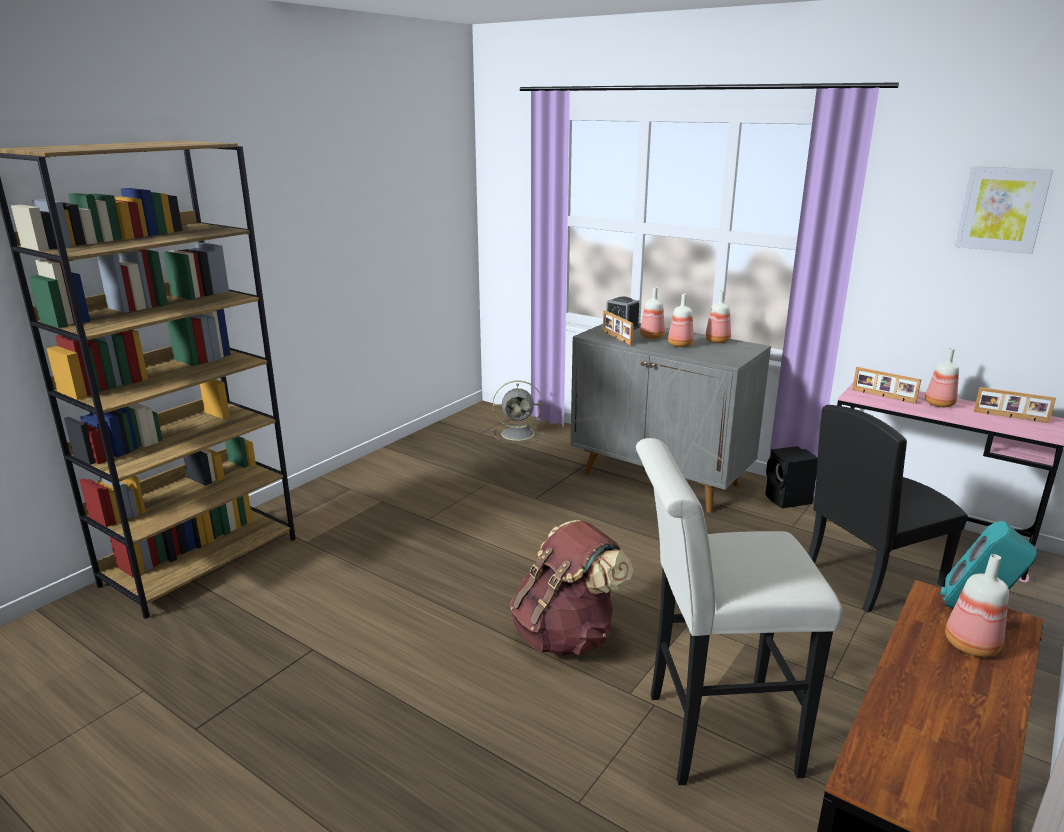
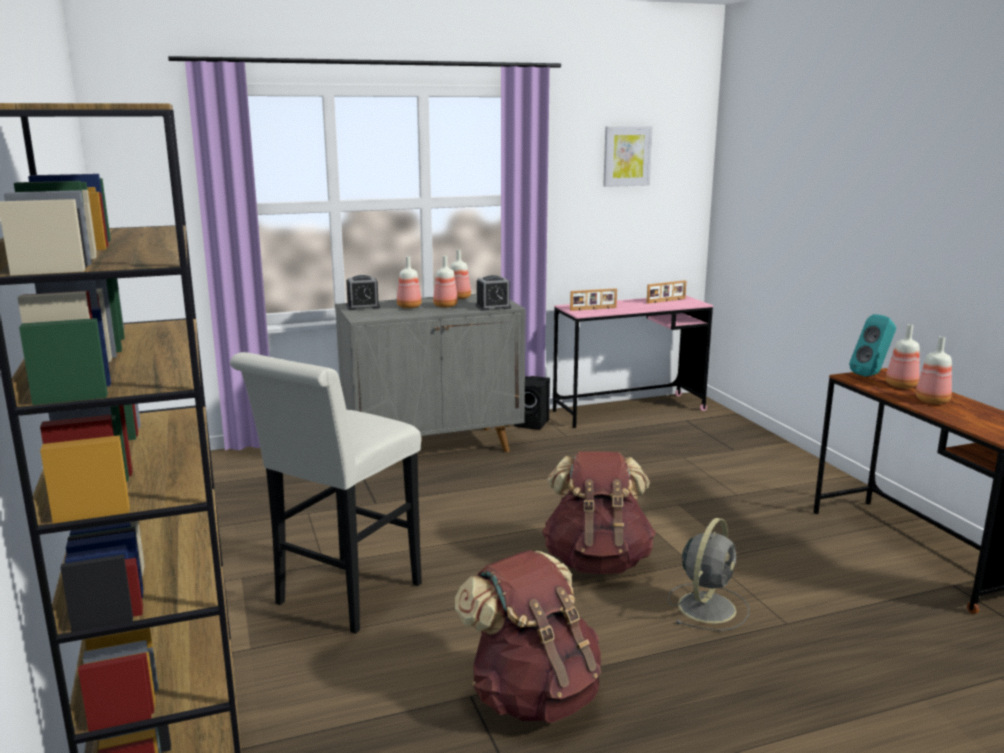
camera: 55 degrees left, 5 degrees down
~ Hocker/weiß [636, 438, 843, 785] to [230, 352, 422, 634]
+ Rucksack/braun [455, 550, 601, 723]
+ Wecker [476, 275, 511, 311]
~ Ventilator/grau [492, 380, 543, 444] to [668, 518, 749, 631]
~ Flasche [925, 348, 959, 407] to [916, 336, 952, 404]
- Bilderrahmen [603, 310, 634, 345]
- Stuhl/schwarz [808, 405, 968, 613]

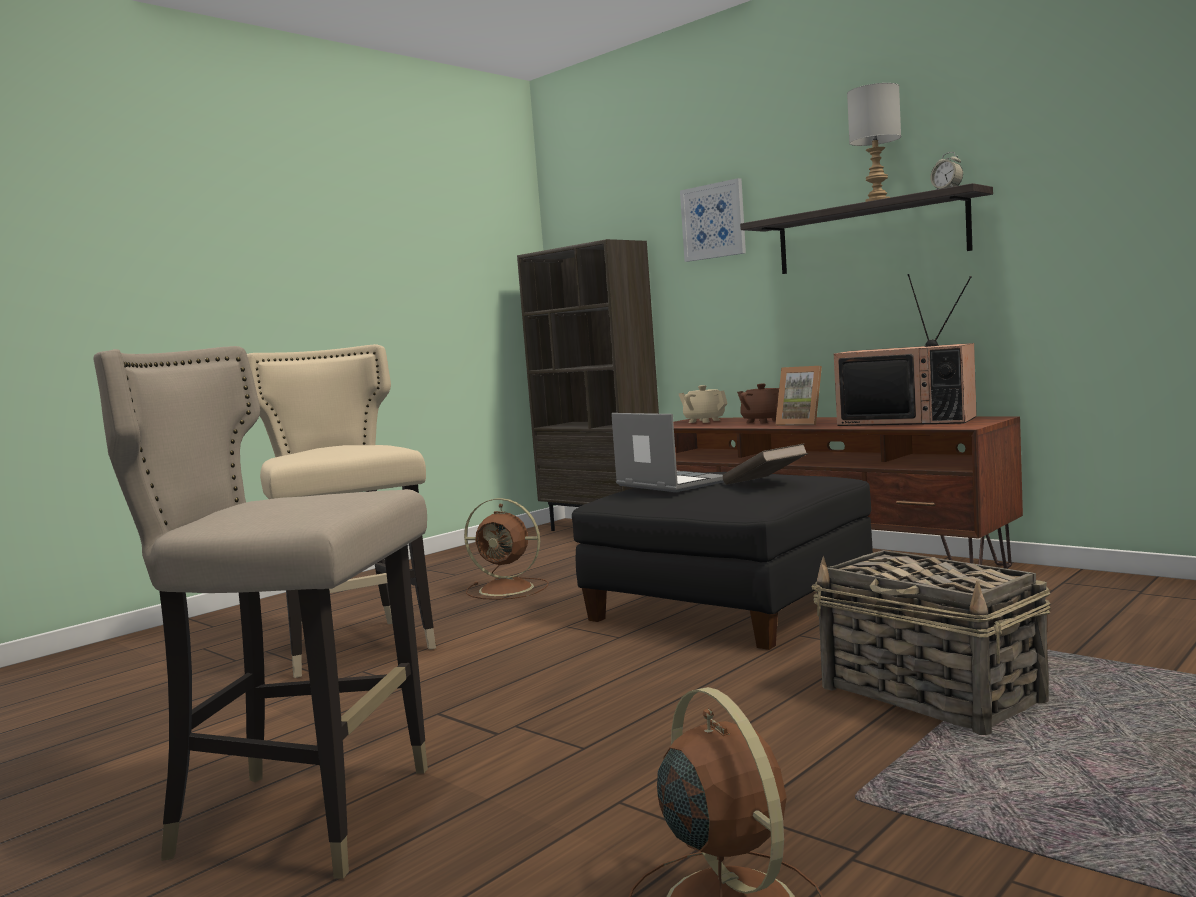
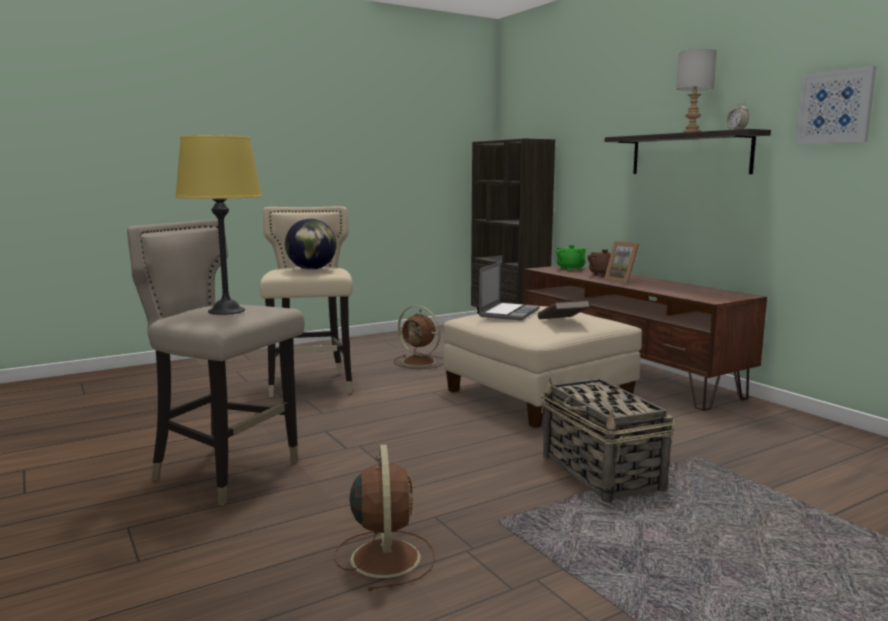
camera: 15 degrees right, 5 degrees up
+ Tischlampe/gelb [175, 135, 262, 315]
+ Globus [285, 218, 337, 270]
~ Polsterhocker/schwarz [572, 472, 873, 650] to Polsterhocker/beige [443, 306, 642, 428]
~ Laptop [611, 413, 724, 492] = [479, 261, 540, 321] 45 degrees clockwise
~ Teekanne/beige [678, 385, 728, 423] to Teekanne/grün [557, 245, 586, 271]
~ Bild [680, 178, 746, 262] to [795, 66, 876, 145]
- Fernseher [834, 274, 977, 426]

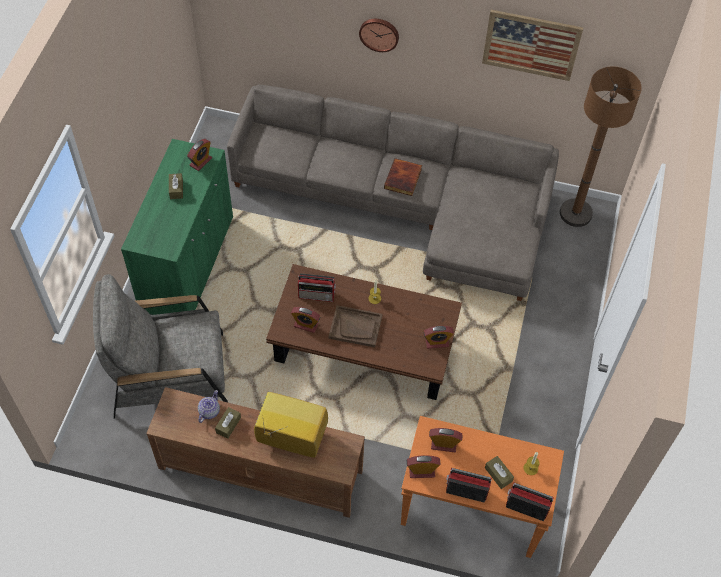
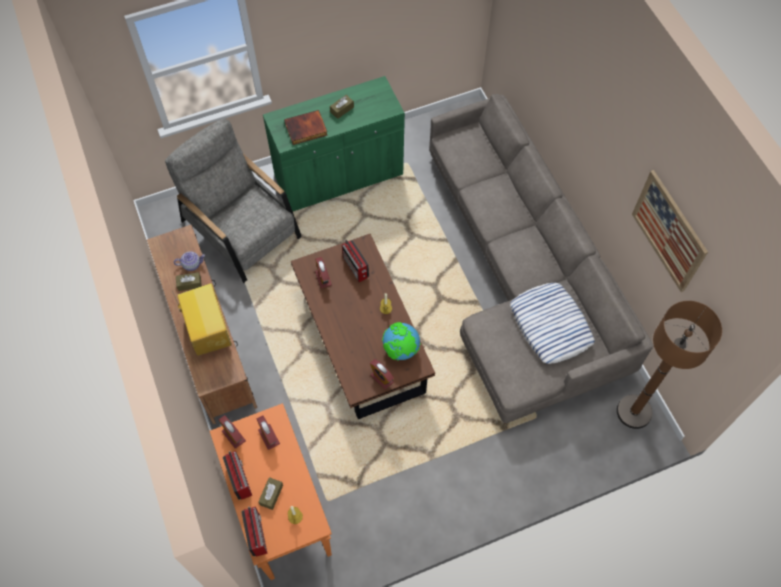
camera: 55 degrees right, 5 degrees up
~ Buch [384, 158, 422, 196] to [284, 110, 328, 145]
+ Globus [382, 322, 421, 361]
+ Kissen [510, 283, 595, 364]
- Wecker [187, 139, 212, 171]
- Tablett/braun [329, 305, 382, 348]
- Wanduhr [359, 19, 399, 52]

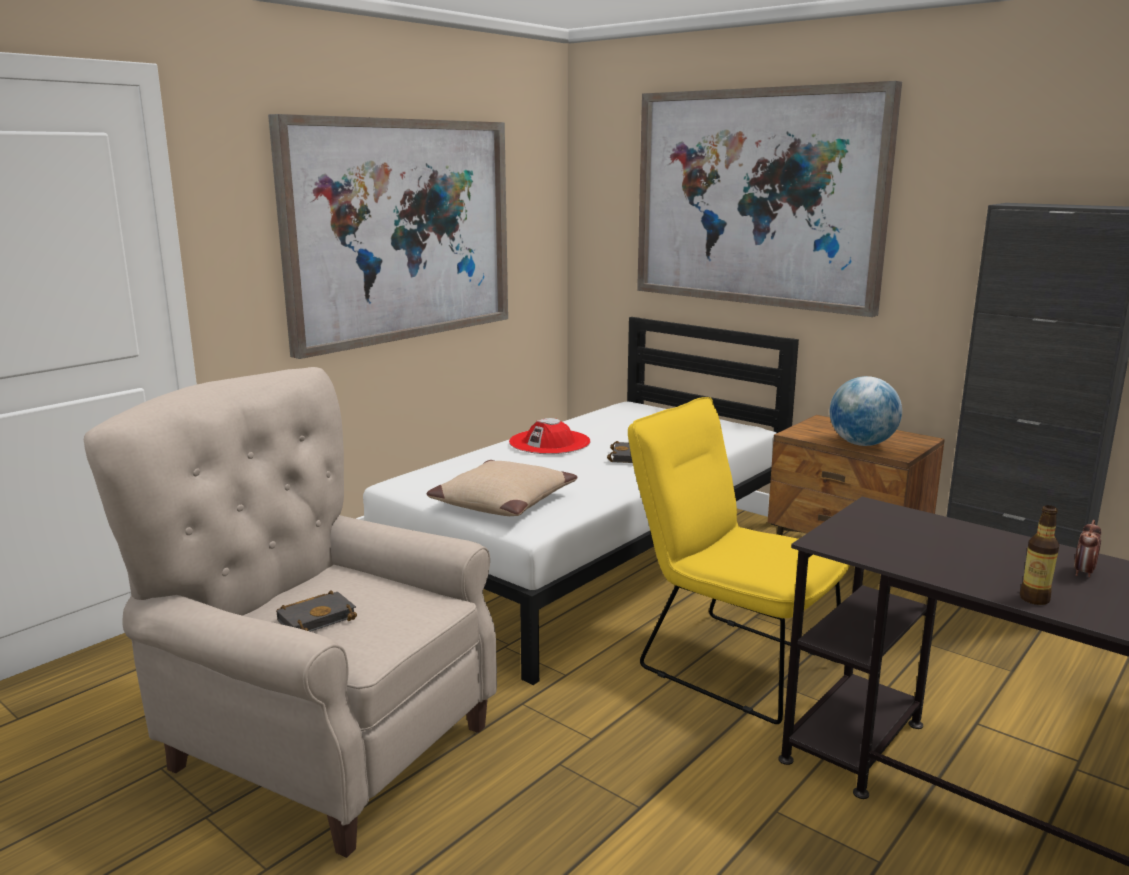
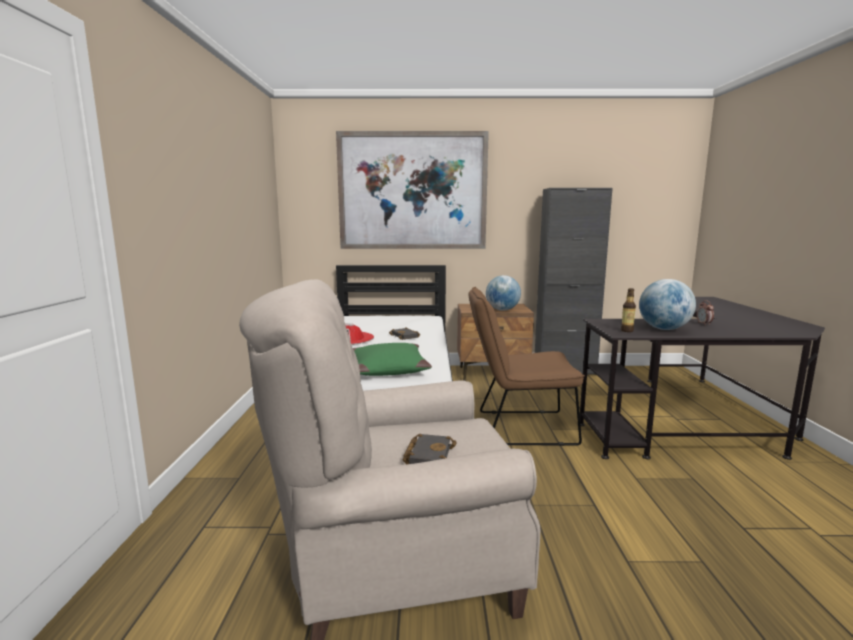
camera: 40 degrees left, 5 degrees down
~ Kissen/beige [427, 460, 578, 516] to Kissen/grün [353, 343, 432, 376]
~ Stuhl/gelb [628, 397, 850, 724] to Stuhl/braun [468, 287, 585, 446]
~ Flasche [1020, 505, 1059, 605] to [621, 288, 636, 332]
+ Globus [639, 279, 696, 330]
- Bild [268, 114, 508, 359]

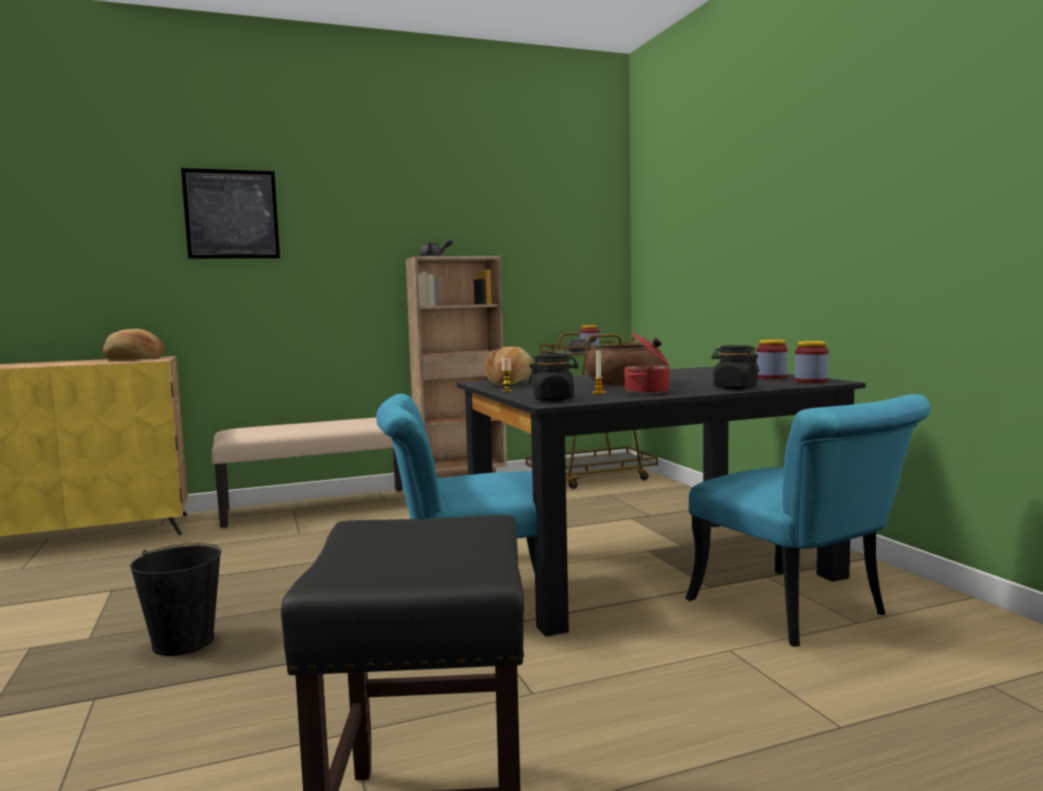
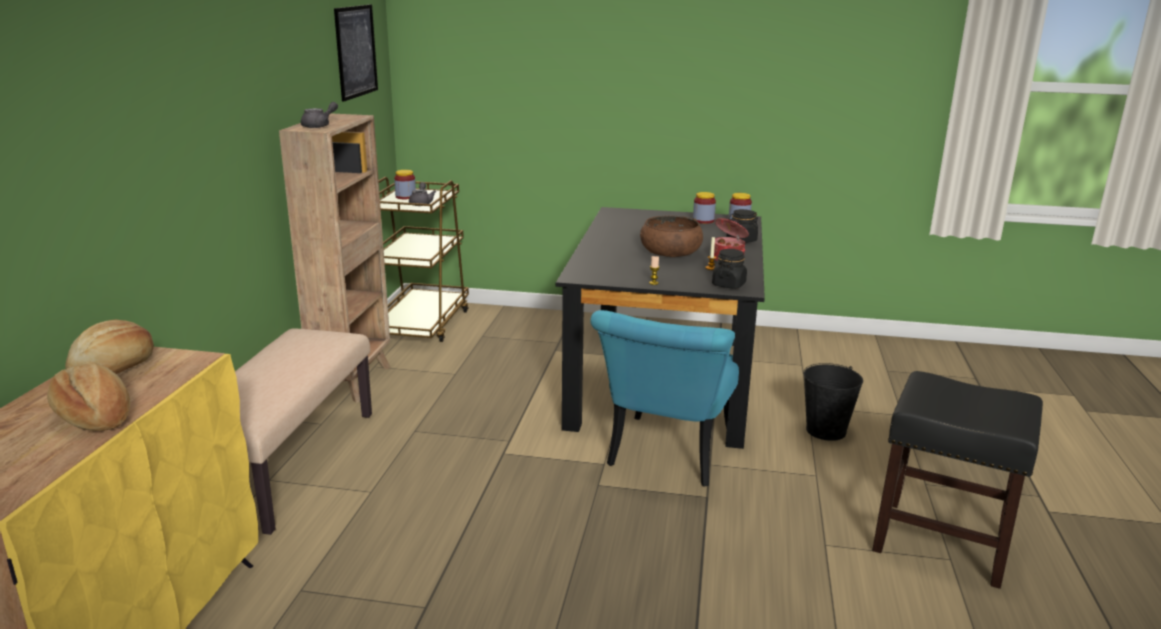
camera: 60 degrees left, 15 degrees up
~ Brot [485, 347, 533, 387] to [47, 362, 131, 431]
~ Bild [181, 168, 280, 259] to [334, 4, 378, 102]
~ Eimer/schwarz [130, 543, 222, 656] to [803, 363, 863, 441]
- Stuhl/türkis [685, 394, 931, 647]

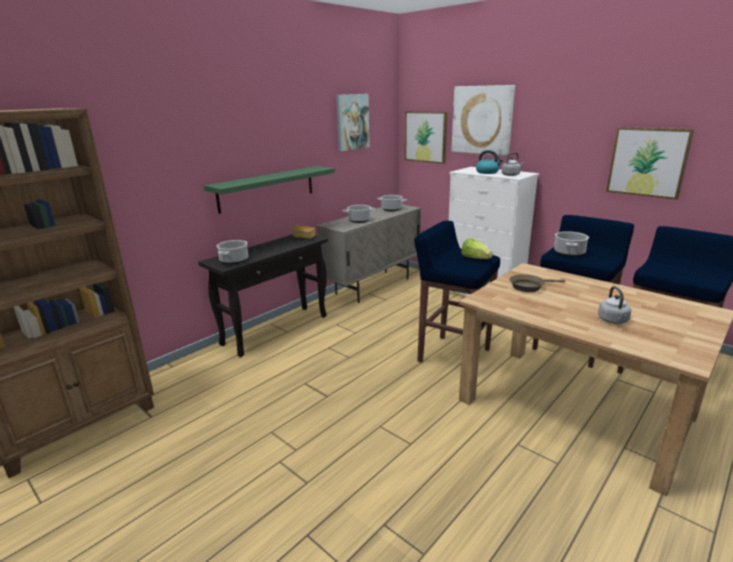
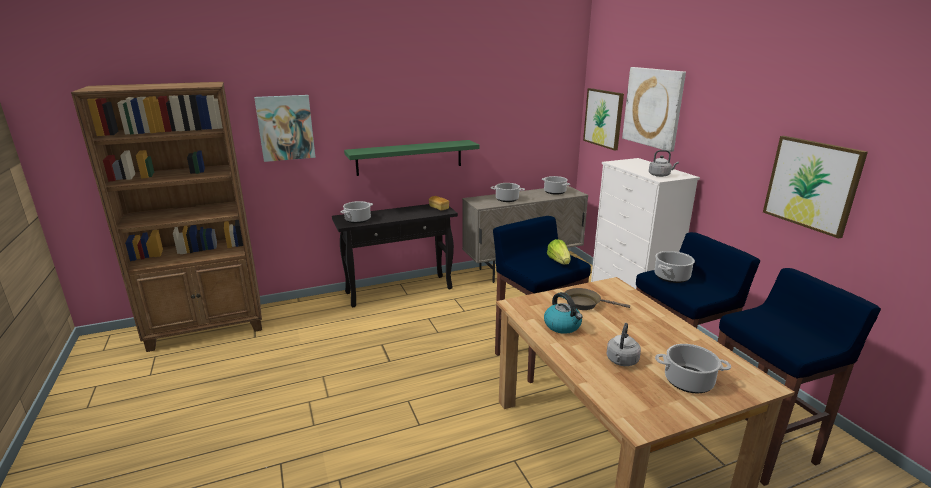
camera: 25 degrees right, 0 degrees up
~ Bild [336, 94, 370, 151] to [254, 95, 316, 162]
~ Wasserkessel [476, 150, 503, 174] to [544, 292, 582, 334]
+ Kochtopf [655, 344, 731, 393]

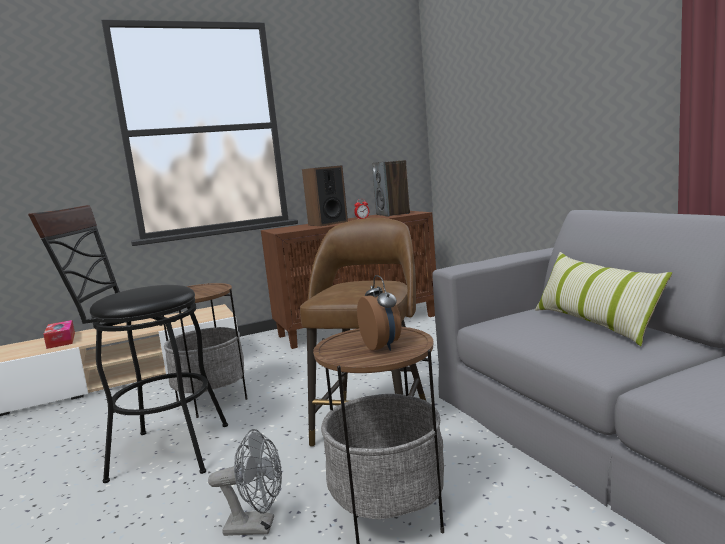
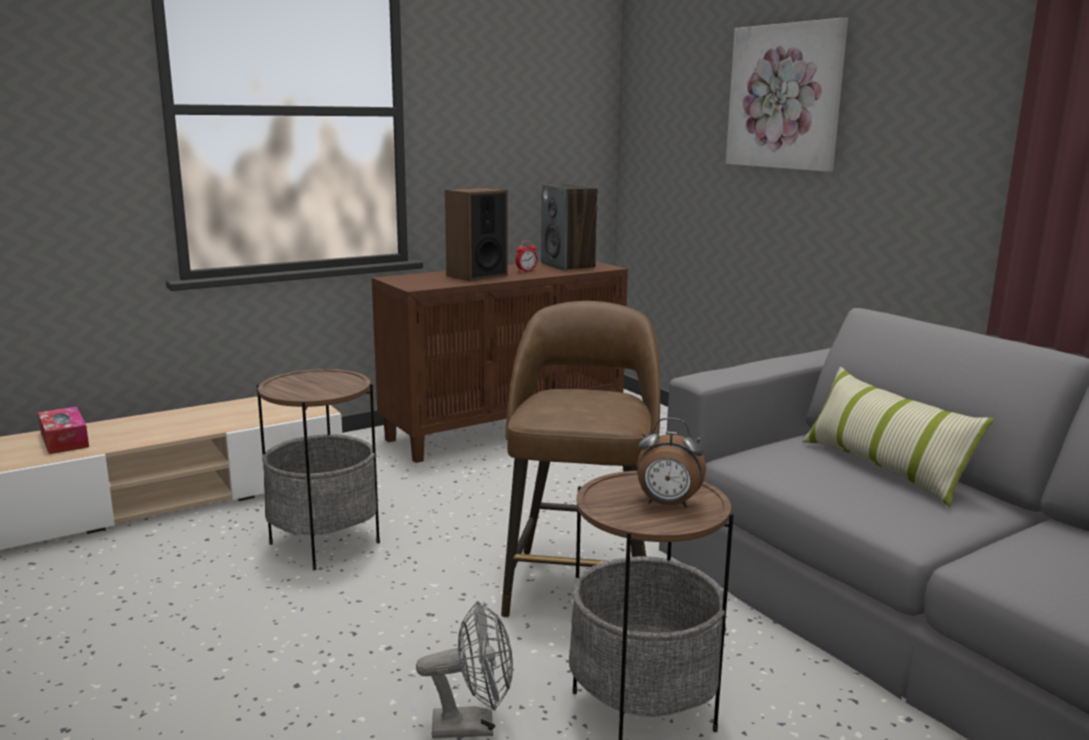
camera: 10 degrees left, 5 degrees up
~ Wecker [357, 275, 402, 351] = [637, 418, 706, 508] 135 degrees clockwise
+ Bild [726, 18, 848, 172]
- Hocker/schwarz [28, 205, 228, 483]

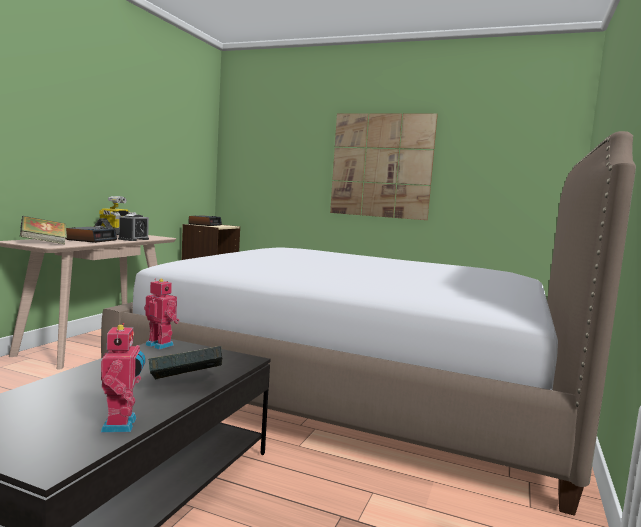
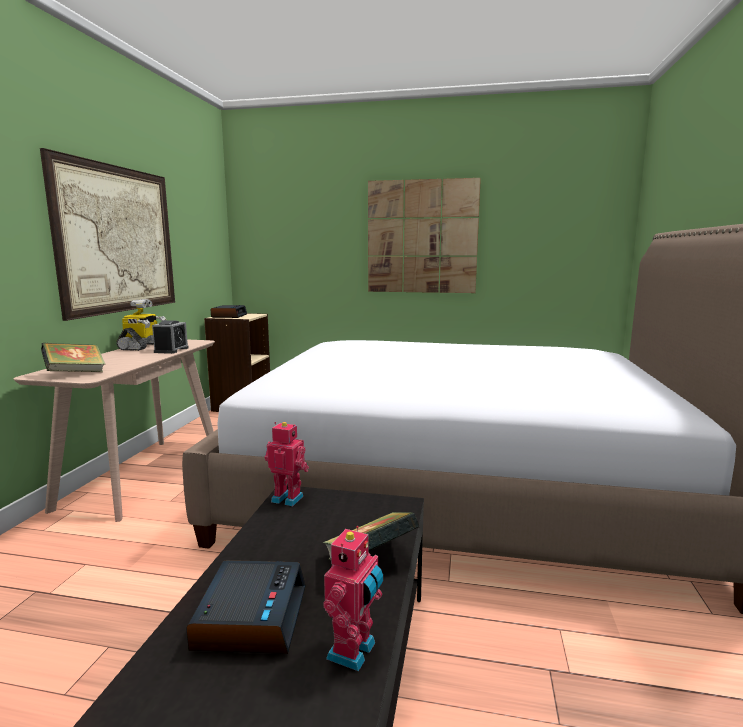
camera: 10 degrees left, 5 degrees up
+ Bild [40, 148, 175, 321]
~ Wecker [65, 227, 117, 243] to [186, 560, 306, 654]
~ Spielzeugroboter [101, 323, 146, 433] = [323, 526, 383, 671] 45 degrees clockwise

